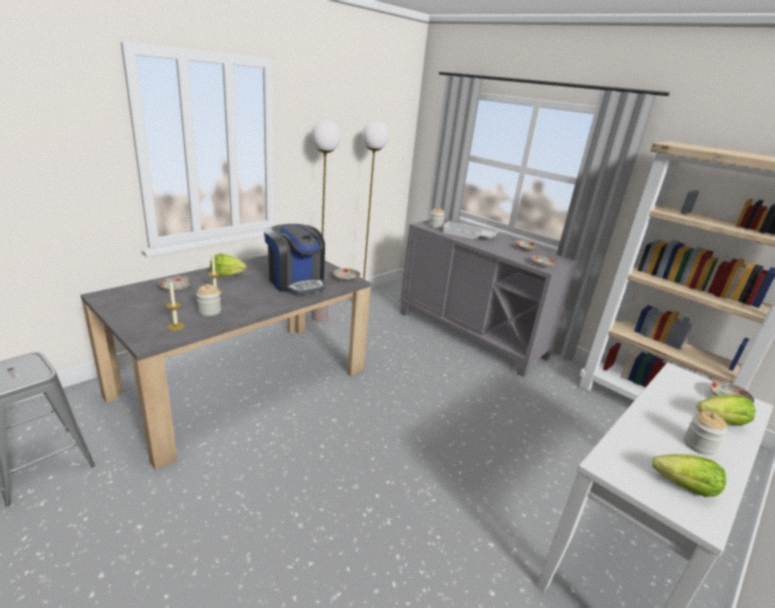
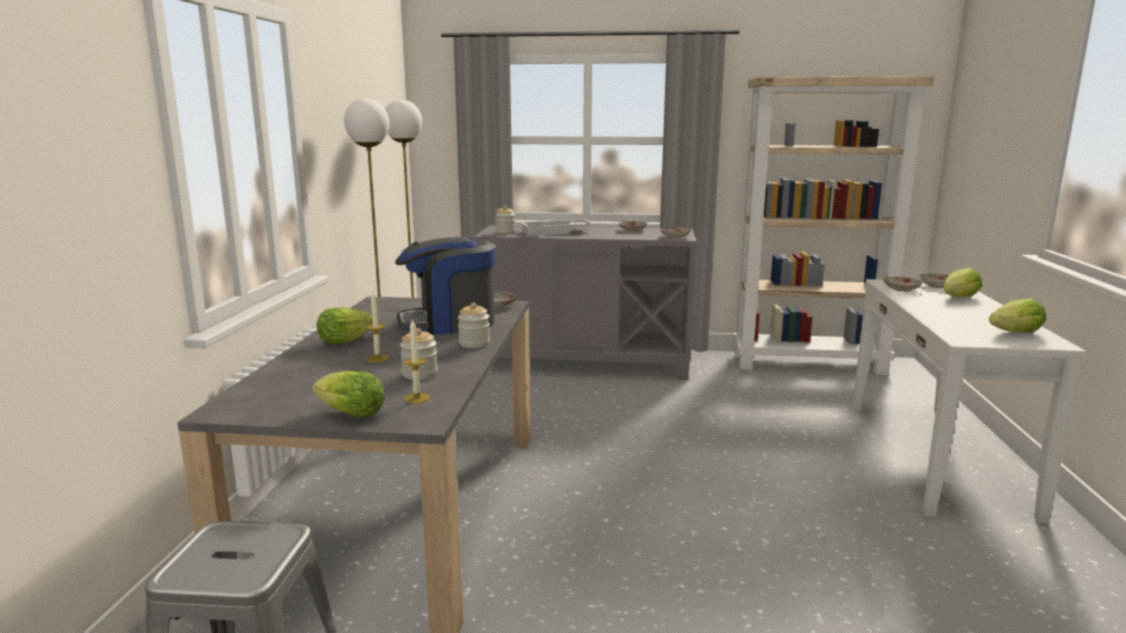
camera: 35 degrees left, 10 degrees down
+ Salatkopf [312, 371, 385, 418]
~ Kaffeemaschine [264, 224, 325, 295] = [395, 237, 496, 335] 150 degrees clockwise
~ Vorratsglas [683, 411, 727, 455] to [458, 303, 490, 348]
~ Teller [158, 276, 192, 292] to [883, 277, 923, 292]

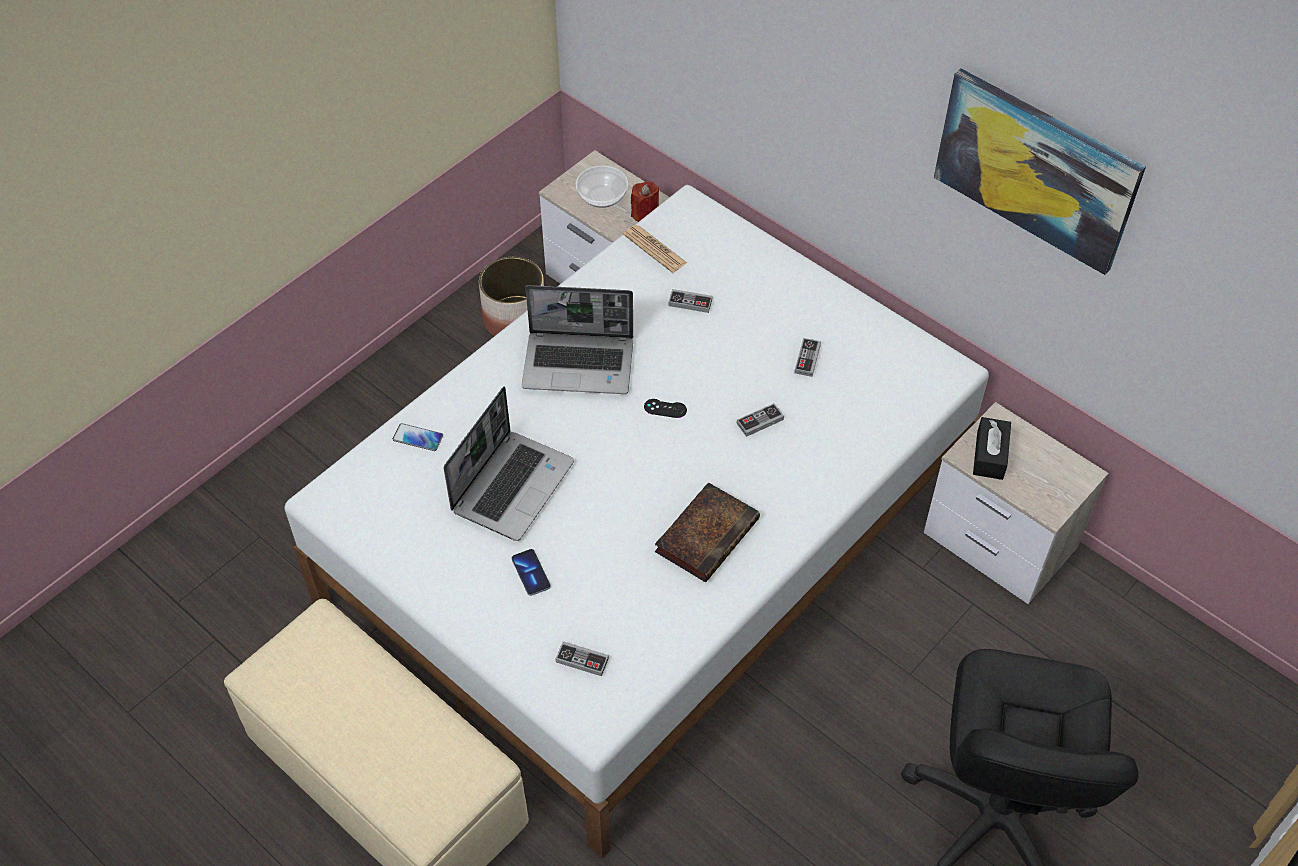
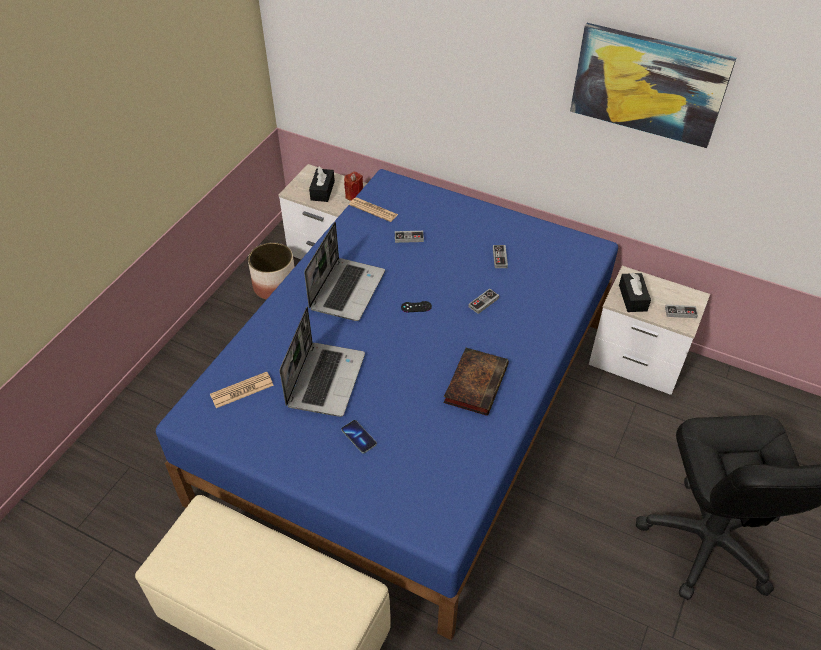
camera: 15 degrees left, 5 degrees down
~ Bett/weiß [285, 185, 989, 859] to Bett/blau [156, 169, 618, 640]
+ Zeitung [210, 372, 274, 408]
~ Laptop [522, 285, 633, 394] = [304, 222, 385, 321] 60 degrees counterclockwise
~ Schüssel [576, 166, 628, 208] to Taschentuchbox/schwarz [309, 167, 335, 202]
~ Gamepad [555, 641, 609, 676] to [665, 305, 698, 318]
- Handy [393, 423, 443, 451]

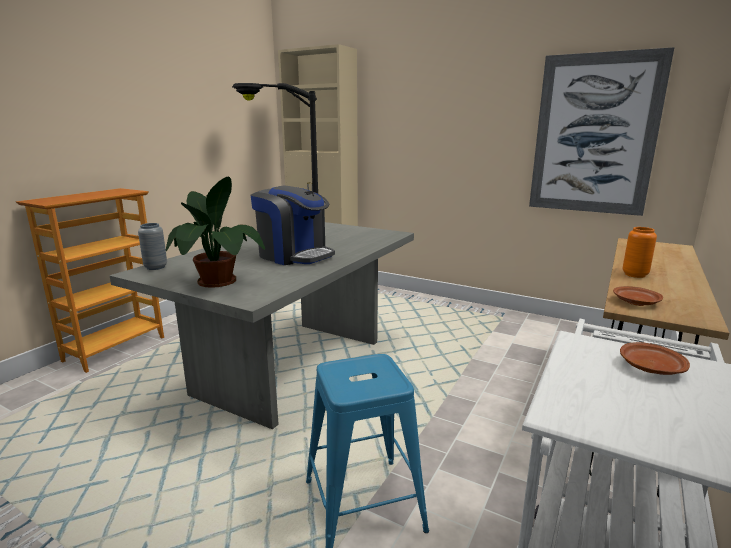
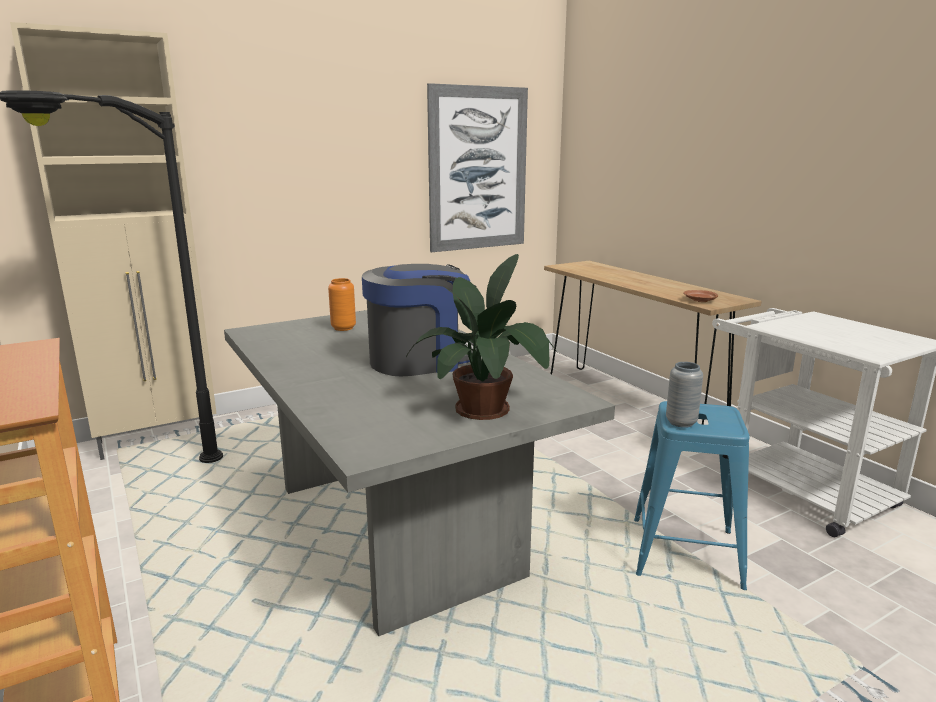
camera: 60 degrees left, 0 degrees up
~ Vase/orange [622, 227, 657, 278] to [328, 278, 356, 331]
~ Vase/grau [138, 223, 167, 270] to [666, 362, 703, 428]
- Teller/braun [620, 342, 690, 375]

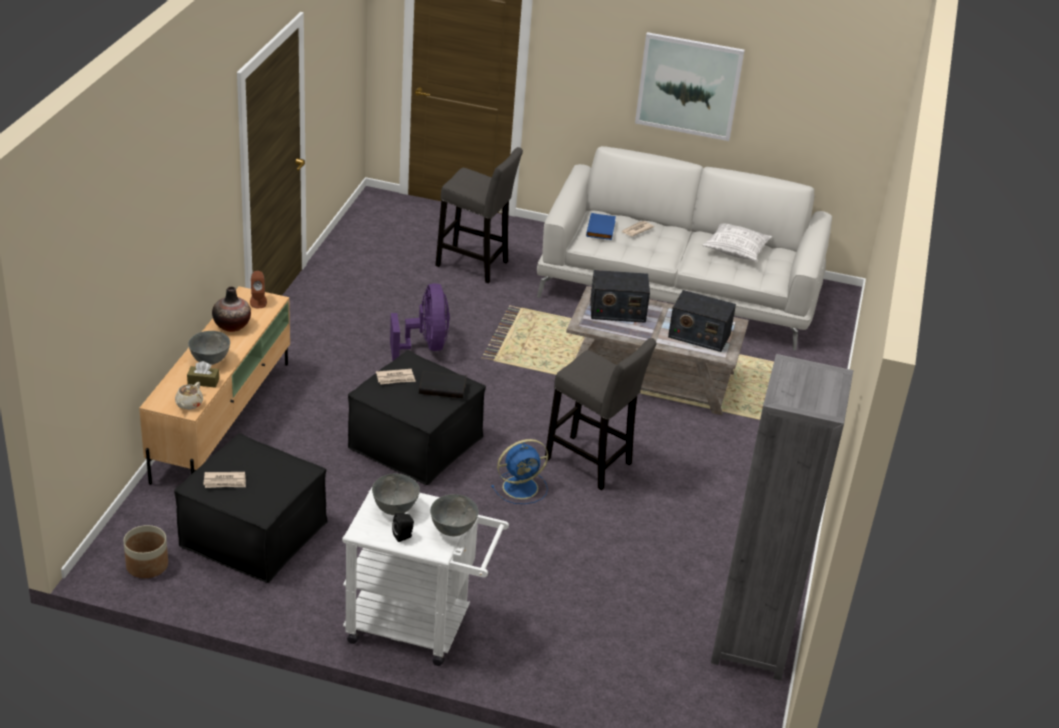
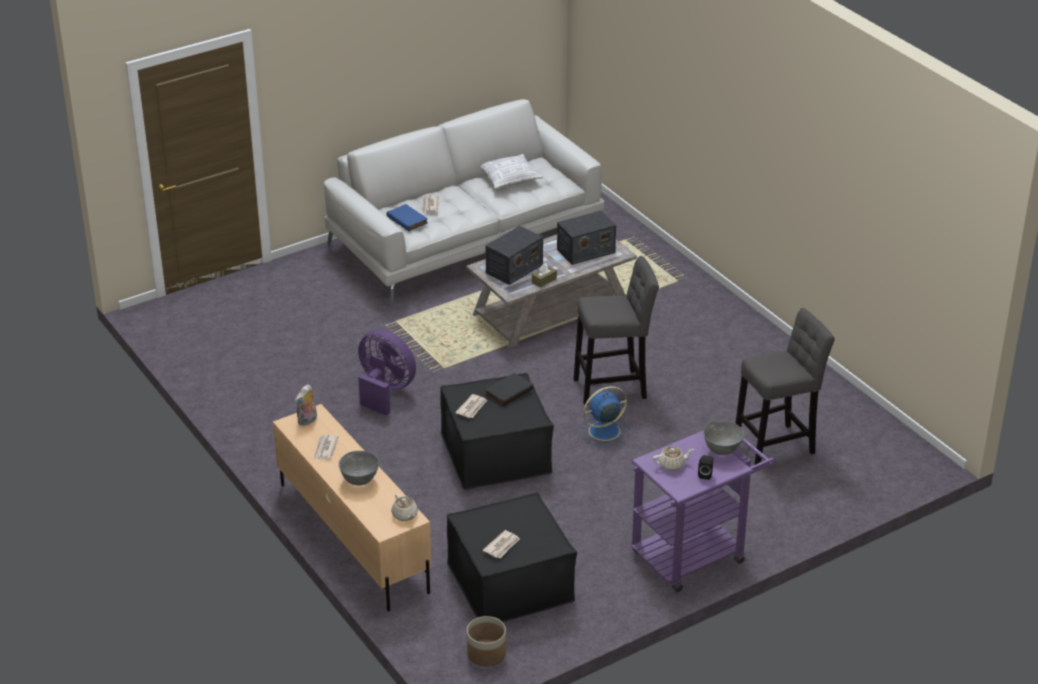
camera: 45 degrees left, 0 degrees up
~ Lautsprecher/braun [250, 271, 267, 308] to Plüschtier [295, 384, 317, 426]
~ Vase [212, 287, 251, 332] to Zeitung [314, 434, 339, 459]
~ Taschentuchbox/braun [187, 361, 219, 388] to [532, 264, 557, 287]
~ Ventilator/blau [491, 439, 548, 504] = [580, 386, 631, 447] 135 degrees counterclockwise
~ Rollwagen/weiß [342, 488, 509, 666] to Rollwagen/lila [631, 431, 775, 592]
~ Schüssel/grau [372, 474, 420, 515] to Teekanne/beige [653, 446, 694, 471]
~ Hocker/grau [435, 147, 523, 283] to [735, 308, 835, 465]
- Bild [635, 32, 745, 141]
- Bücherregal/grau [711, 354, 853, 681]

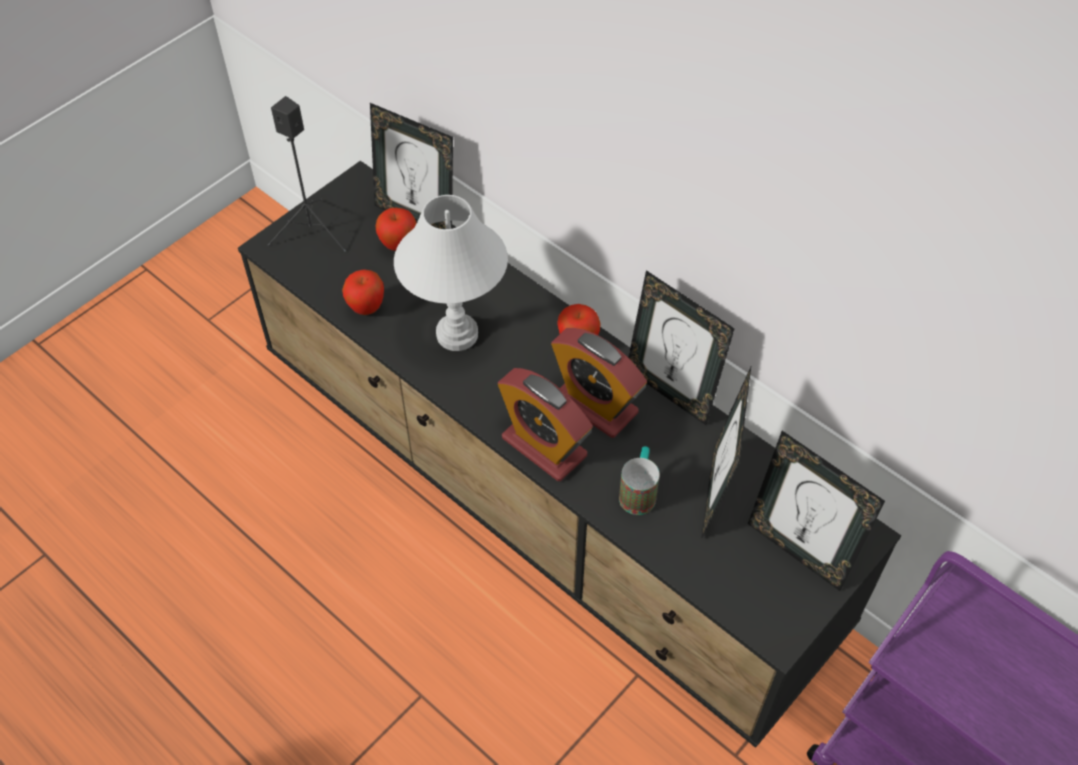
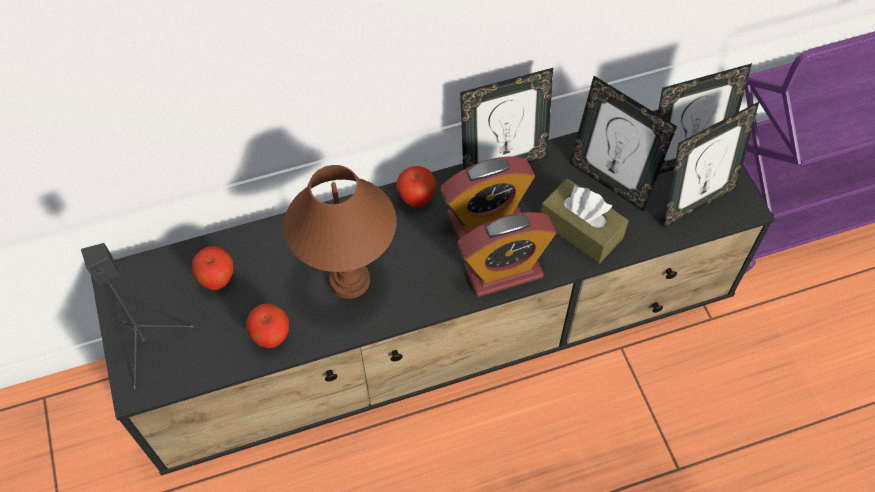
camera: 60 degrees left, 5 degrees up
~ Tischlampe/weiß [394, 195, 508, 351] to Tischlampe/braun [283, 165, 396, 299]
~ Henkelbecher [619, 446, 660, 515] to Taschentuchbox/braun [541, 178, 629, 263]
~ Bilderrahmen [370, 103, 453, 229] to [663, 102, 759, 228]

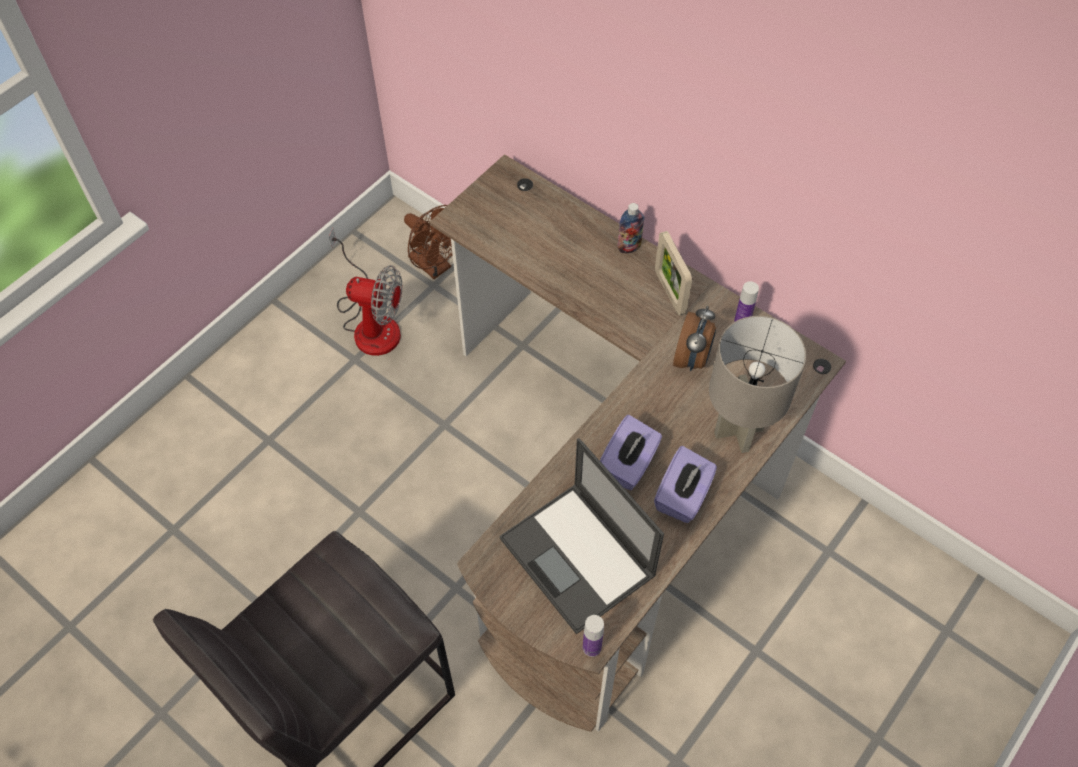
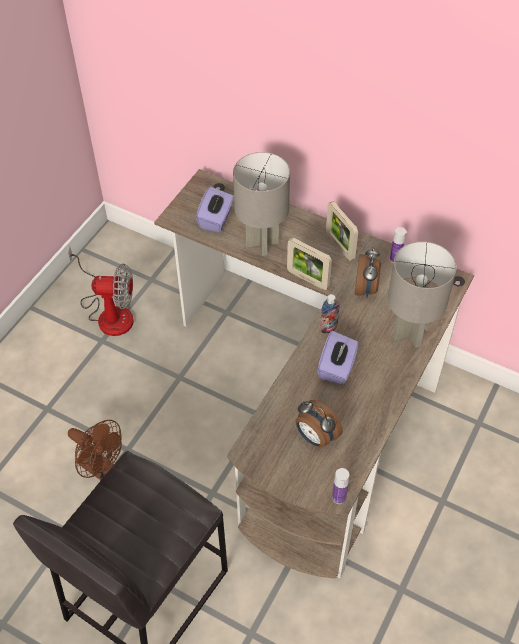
camera: 10 degrees left, 5 degrees down
~ Ventilator/braun [404, 205, 453, 279] to [68, 420, 122, 480]
~ Taschentuchbox/lila [654, 446, 717, 523] to [196, 187, 234, 233]
+ Tischlampe/grau [233, 152, 290, 256]
+ Bilderrahmen [287, 237, 332, 290]
~ Laptop [499, 438, 664, 634] to Wecker [296, 400, 343, 447]
~ Flasche [617, 203, 644, 253] to [320, 294, 340, 334]

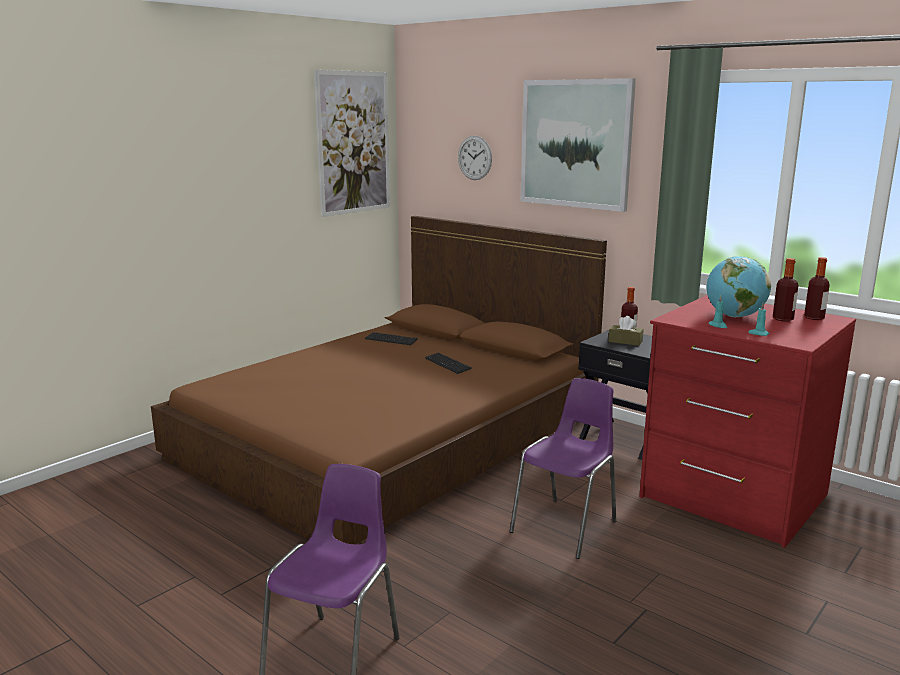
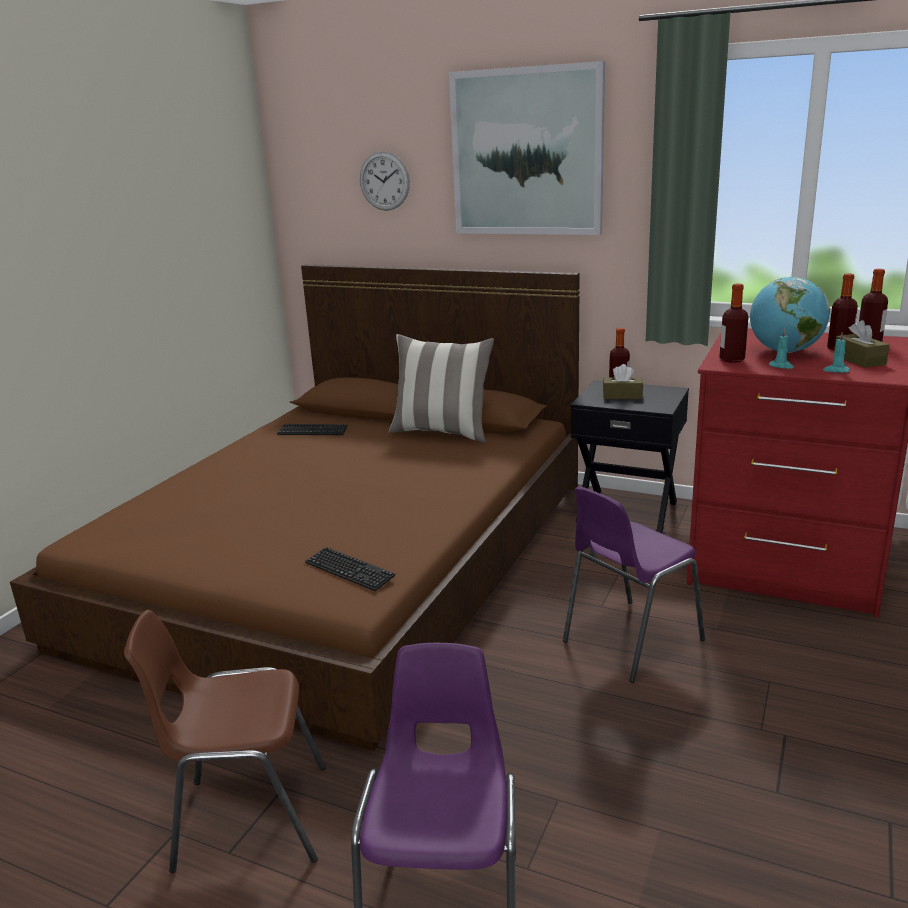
camera: 15 degrees left, 5 degrees up
+ Stuhl/braun [124, 610, 326, 873]
~ Tastatur [425, 353, 472, 374] to [305, 547, 396, 591]
+ Kissen [389, 334, 494, 443]
~ Stuhl/lila [509, 378, 616, 559] = [563, 486, 705, 683] 150 degrees counterclockwise
+ Flasche [719, 283, 749, 363]
+ Taschentuchbox/braun [834, 320, 889, 368]
- Bild [314, 70, 390, 217]

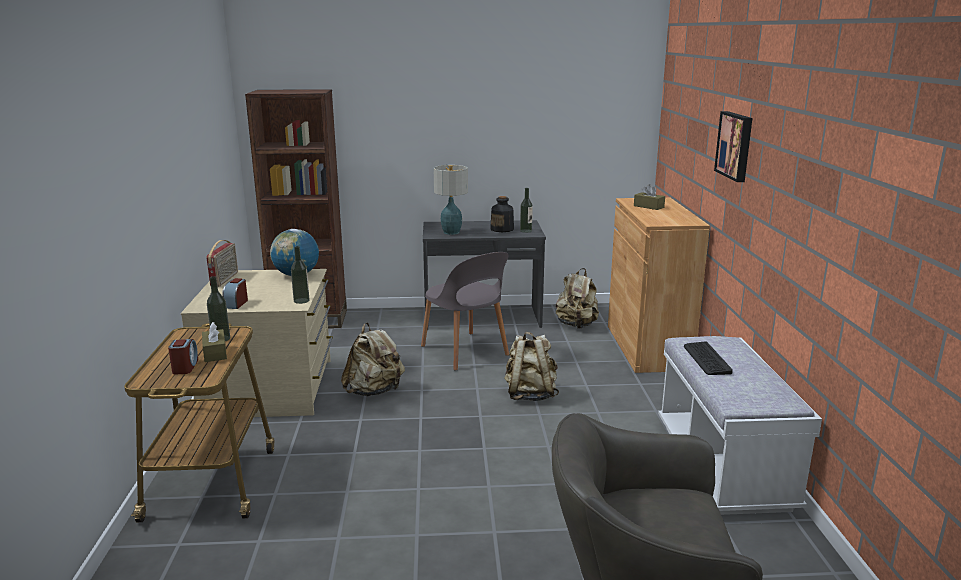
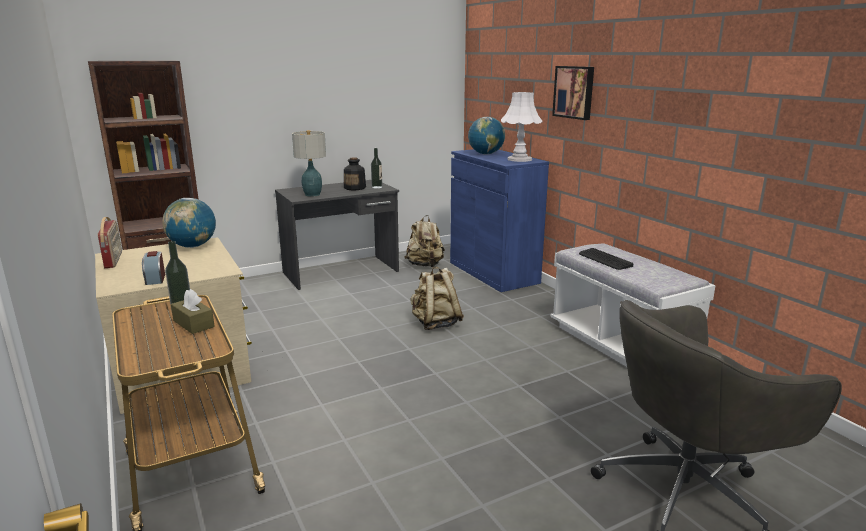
camera: 25 degrees left, 0 degrees up
~ Schrank/braun [608, 198, 710, 373] to Schrank/blau [450, 149, 549, 292]
~ Taschentuchbox/braun [634, 184, 665, 210] to Globus [468, 117, 505, 155]
+ Tischlampe/weiß [501, 92, 543, 162]
- Wecker [168, 339, 198, 374]
- Flasche [291, 246, 310, 304]
- Rucksack/beige [341, 323, 405, 396]
- Stuhl/grau [421, 252, 509, 371]

